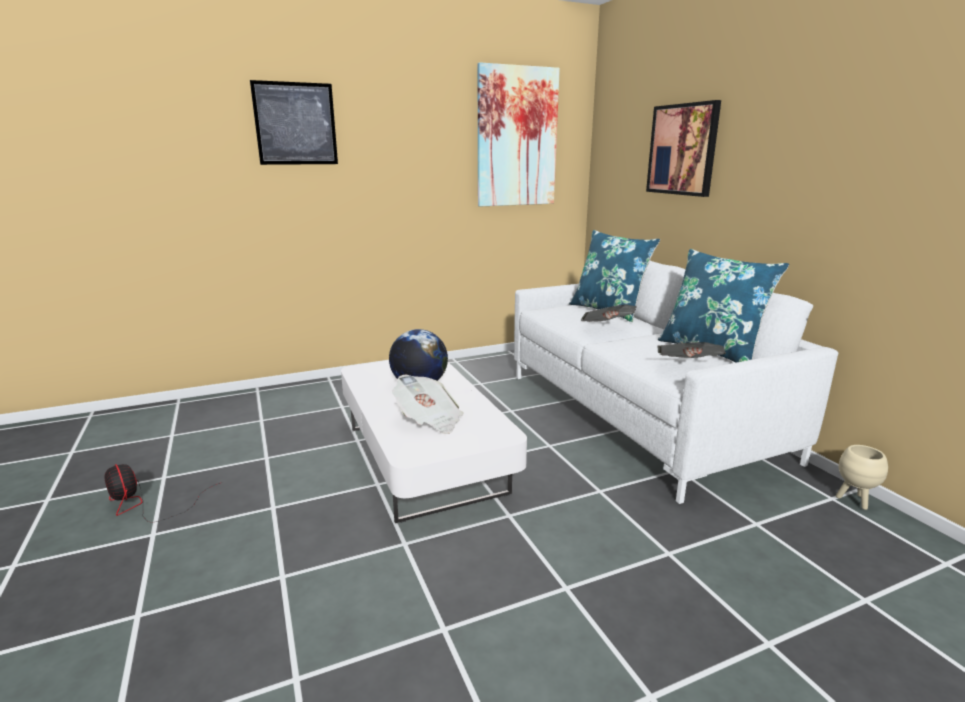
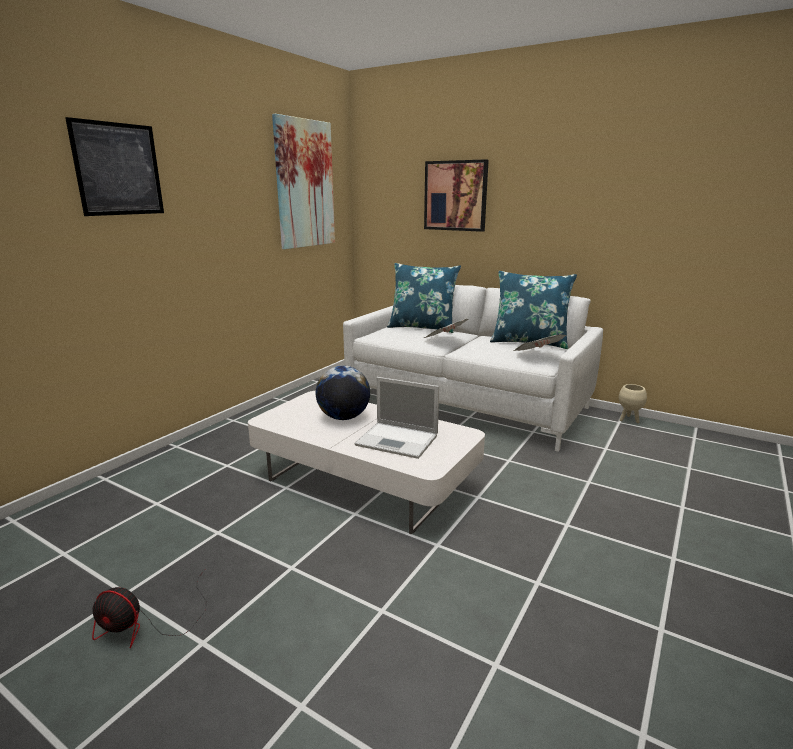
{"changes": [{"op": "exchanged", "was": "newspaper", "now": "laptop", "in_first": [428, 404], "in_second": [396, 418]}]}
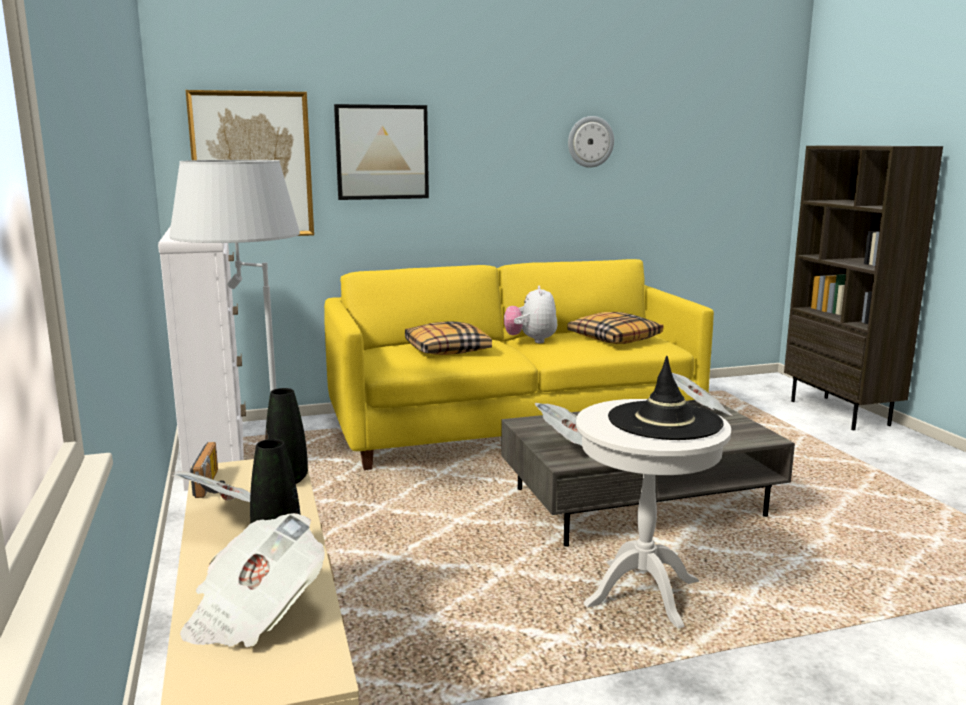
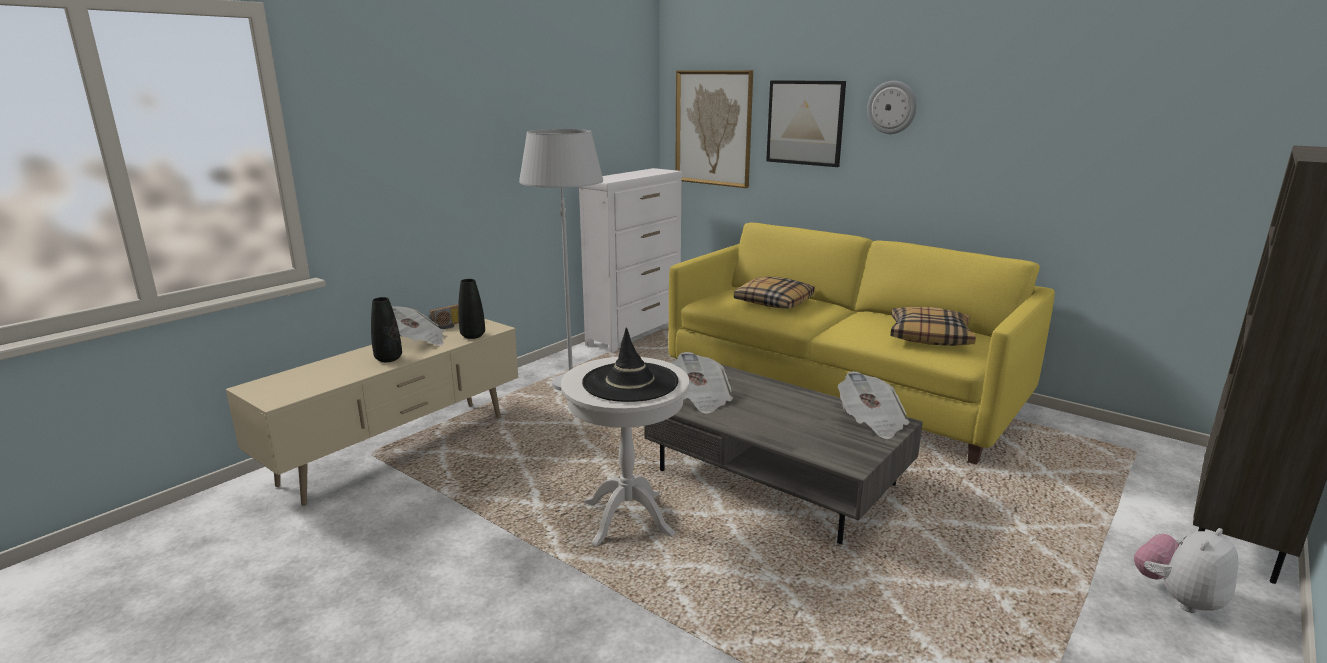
{"changes": [{"op": "missing", "was": "newspaper", "in_first": [252, 580]}, {"op": "relocated", "was": "plush toy", "in_first": [530, 314], "in_second": [1186, 570]}, {"op": "relocated", "was": "wall clock", "in_first": [591, 142], "in_second": [892, 107]}]}
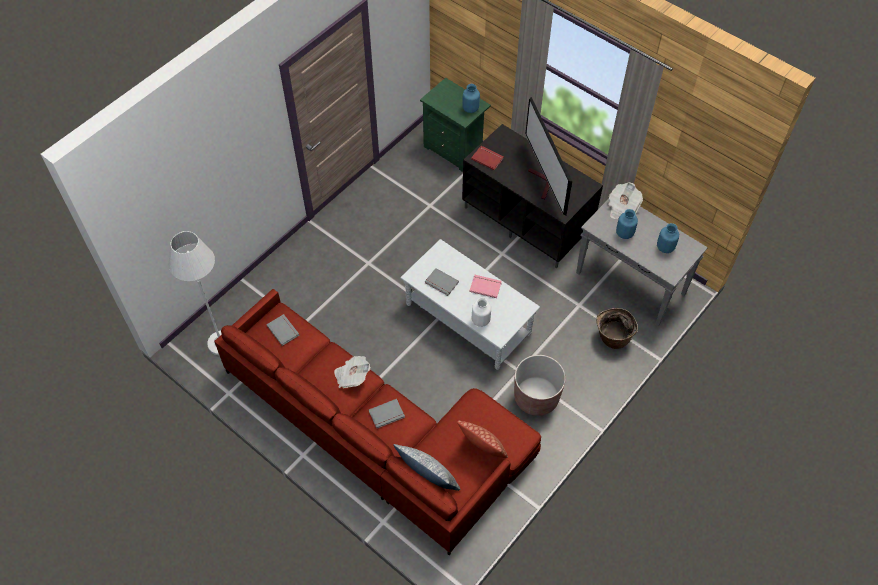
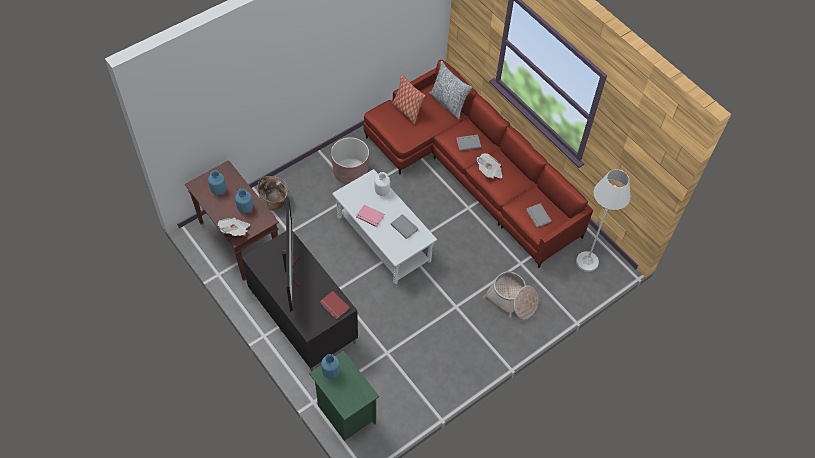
{"changes": [{"op": "appeared", "now": "basket", "in_second": [510, 295]}, {"op": "colour", "was": "grey console table", "now": "brown console table", "in_first": [642, 262], "in_second": [232, 220]}]}
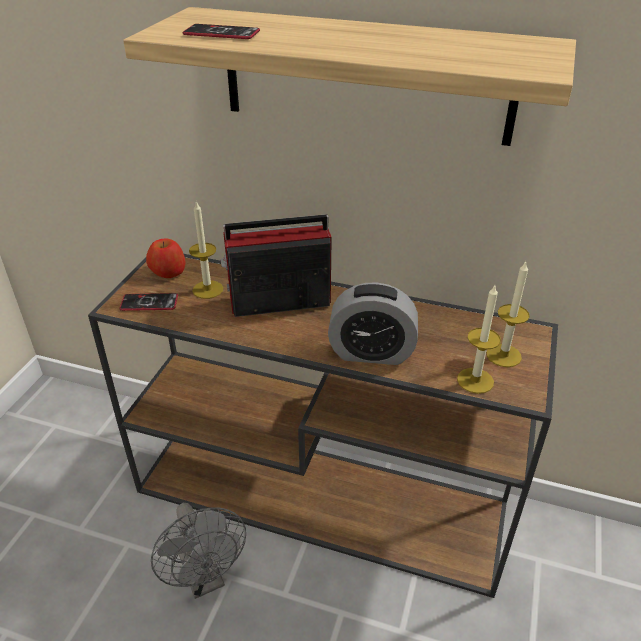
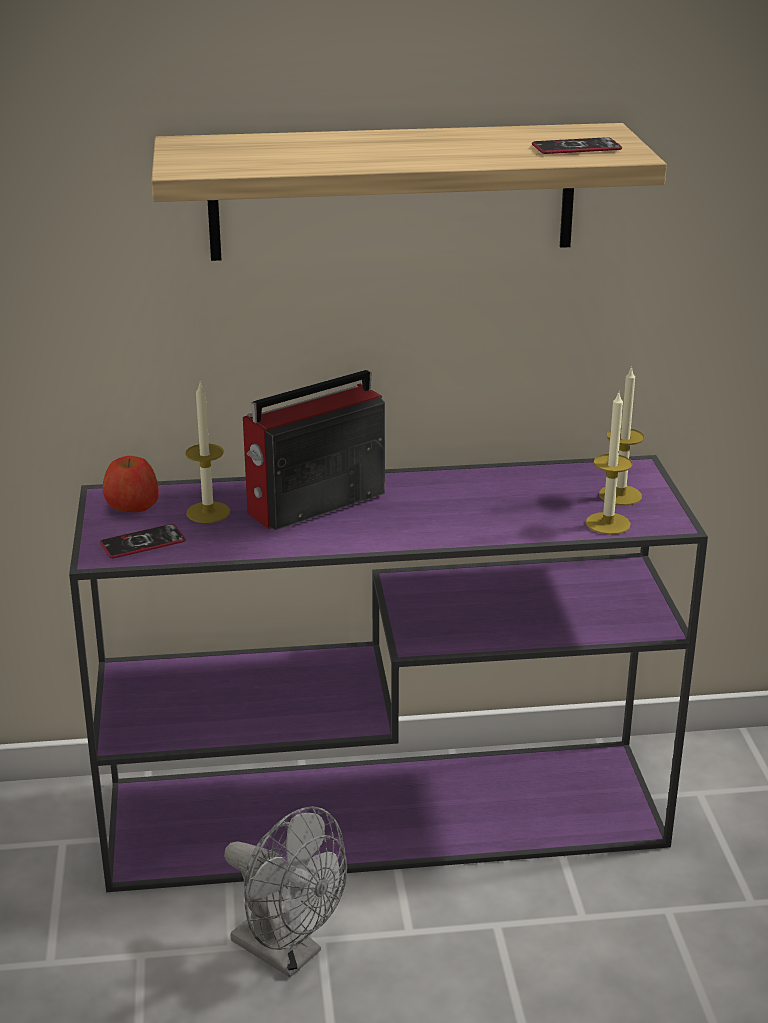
{"changes": [{"op": "missing", "was": "alarm clock", "in_first": [373, 323]}, {"op": "relocated", "was": "phone", "in_first": [221, 31], "in_second": [577, 145]}, {"op": "colour", "was": "brown console table", "now": "purple console table", "in_first": [323, 426], "in_second": [388, 673]}]}
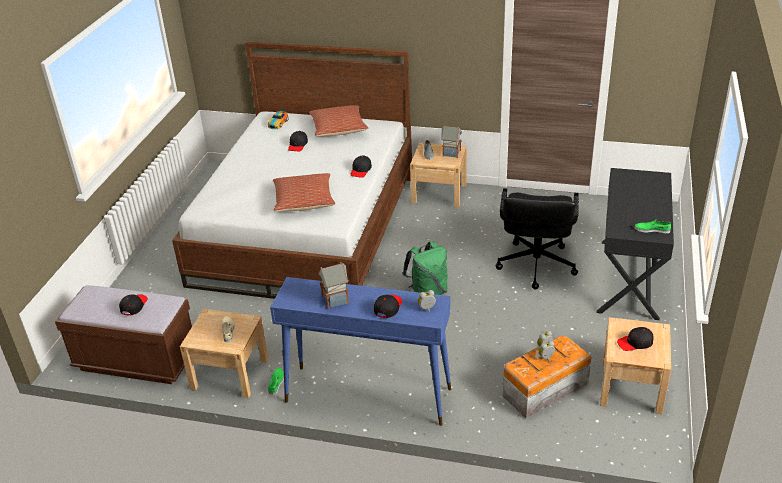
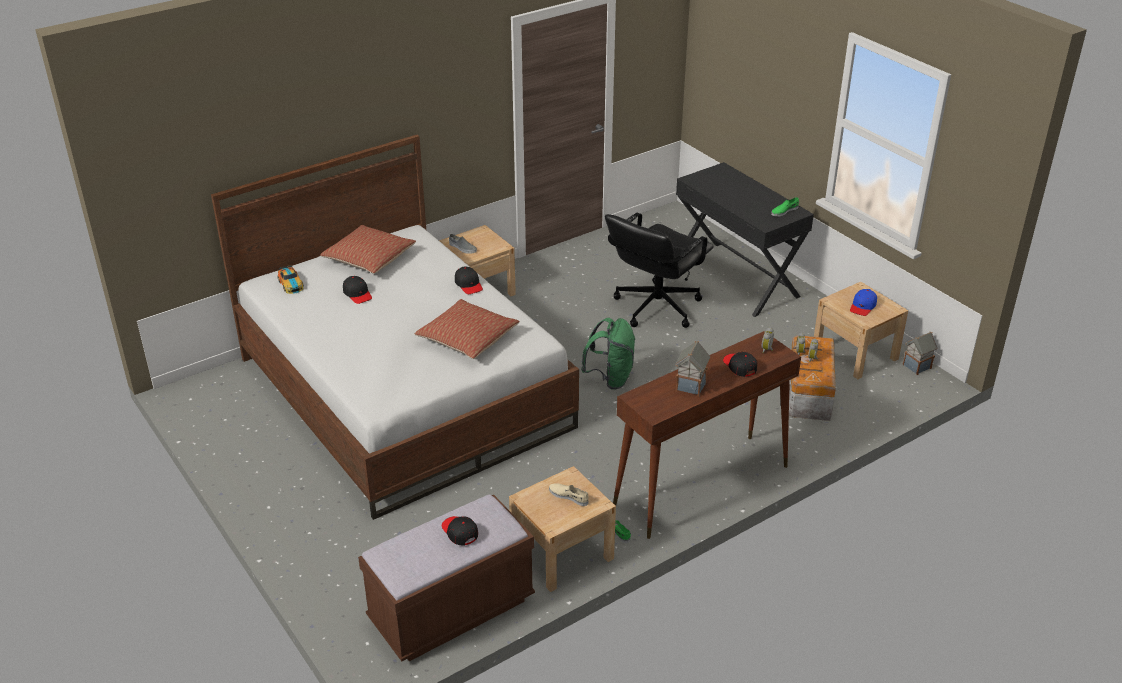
{"changes": [{"op": "relocated", "was": "toy house", "in_first": [451, 141], "in_second": [920, 353]}, {"op": "colour", "was": "blue console table", "now": "brown console table", "in_first": [360, 351], "in_second": [707, 435]}, {"op": "colour", "was": "black cap", "now": "blue cap", "in_first": [635, 339], "in_second": [863, 302]}, {"op": "spun", "was": "black office chair", "in_first": [537, 239], "in_second": [659, 270], "clockwise": 75}]}
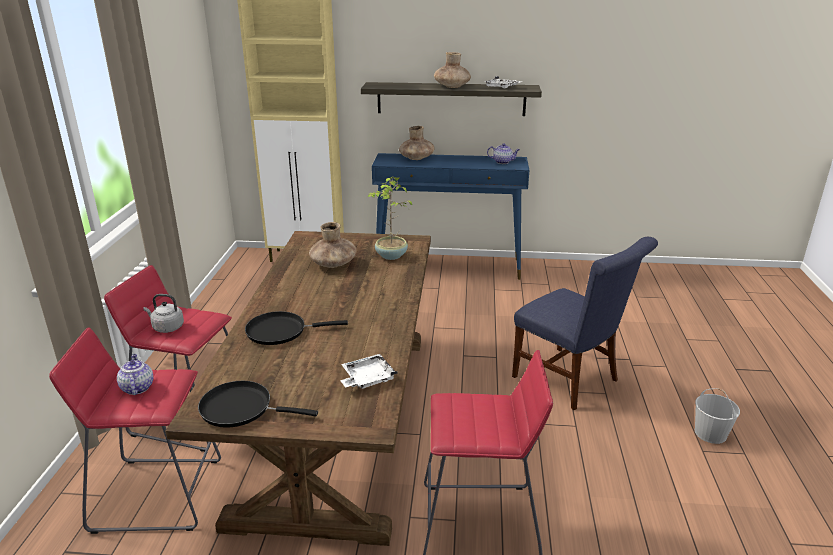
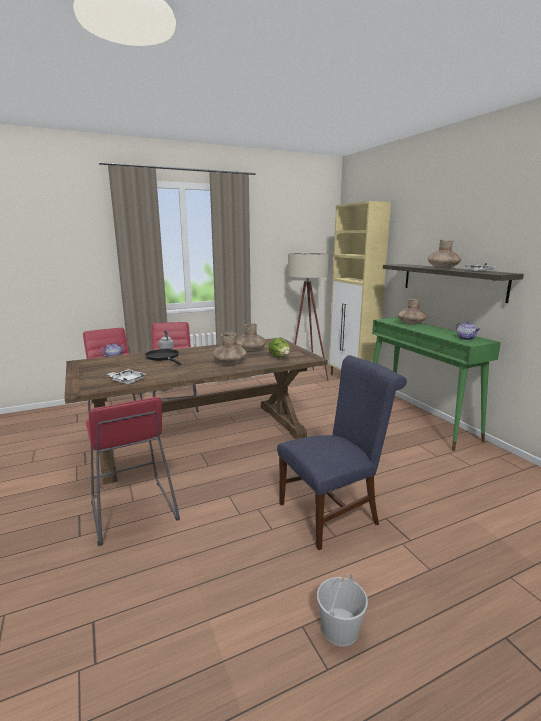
{"changes": [{"op": "missing", "was": "black frying pan", "in_first": [258, 404]}, {"op": "appeared", "now": "brown vase", "in_second": [230, 348]}, {"op": "appeared", "now": "beige floor lamp", "in_second": [308, 317]}, {"op": "exchanged", "was": "potted plant", "now": "lettuce", "in_first": [389, 217], "in_second": [279, 348]}, {"op": "colour", "was": "blue console table", "now": "green console table", "in_first": [451, 216], "in_second": [436, 384]}, {"op": "spun", "was": "blue chair", "in_first": [585, 323], "in_second": [342, 452], "clockwise": -135}]}
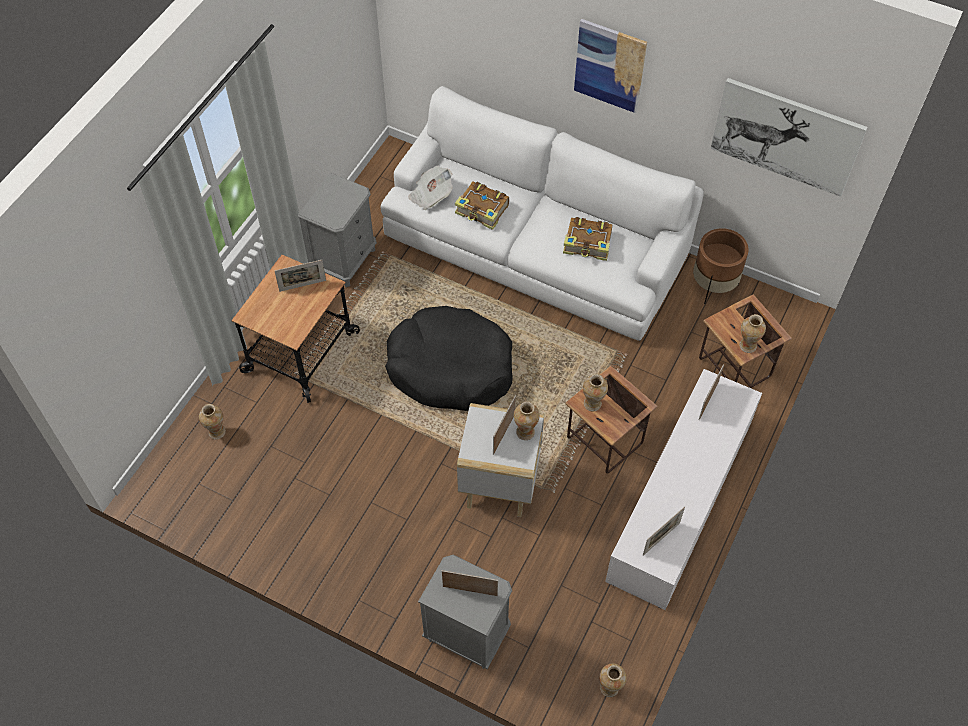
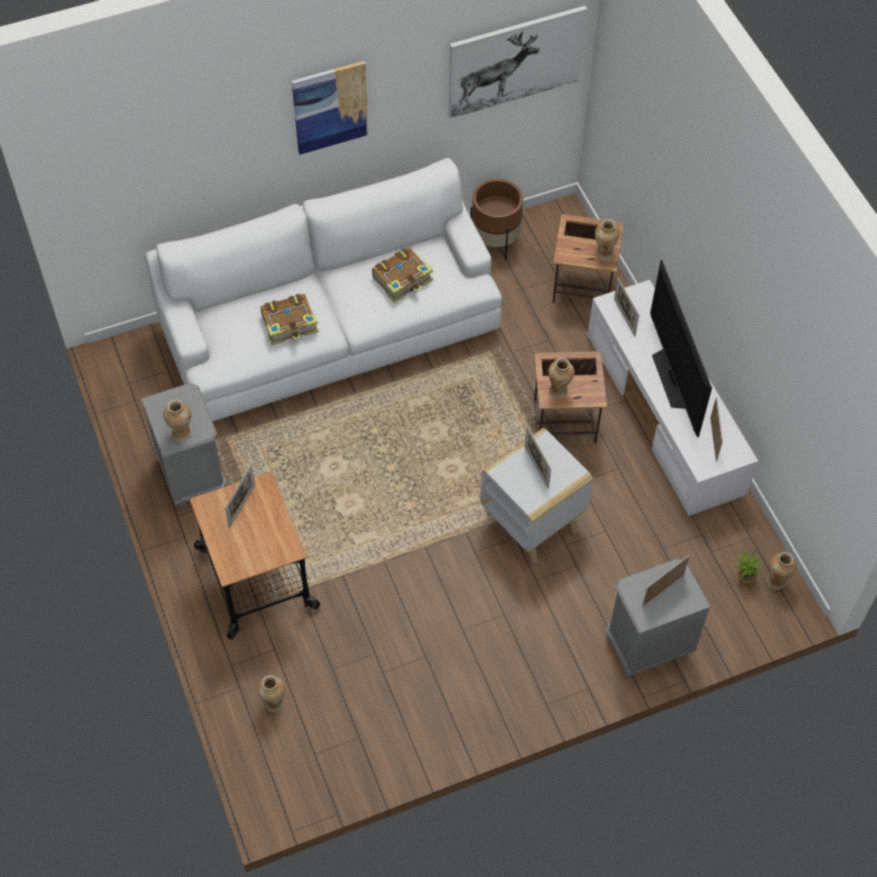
{"changes": [{"op": "missing", "was": "black dog bed", "in_first": [449, 358]}, {"op": "missing", "was": "newspaper", "in_first": [430, 188]}, {"op": "appeared", "now": "television", "in_second": [681, 348]}, {"op": "appeared", "now": "potted plant", "in_second": [747, 567]}, {"op": "relocated", "was": "vase", "in_first": [527, 420], "in_second": [177, 420]}]}
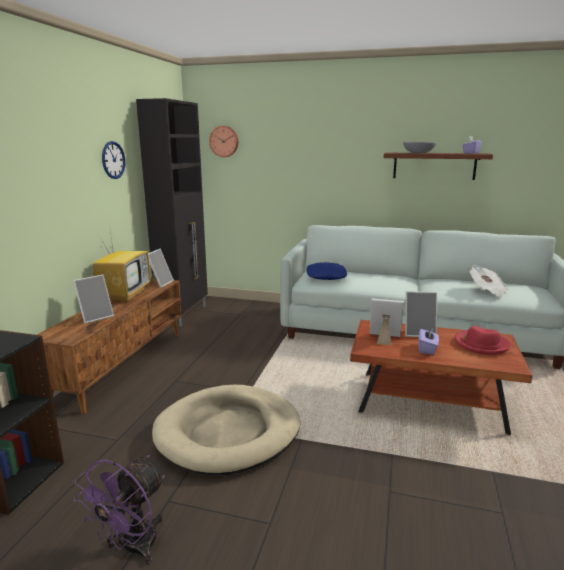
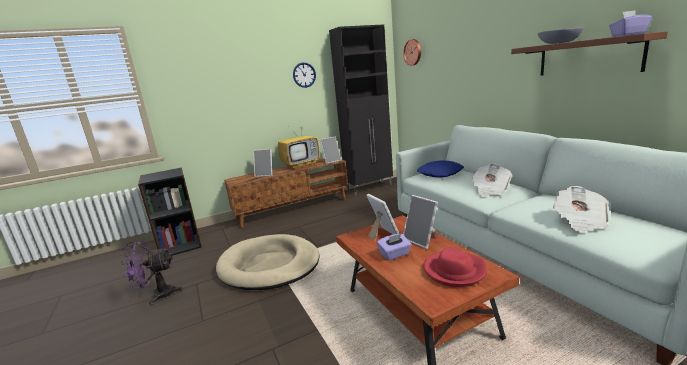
{"changes": [{"op": "appeared", "now": "newspaper", "in_second": [492, 180]}]}
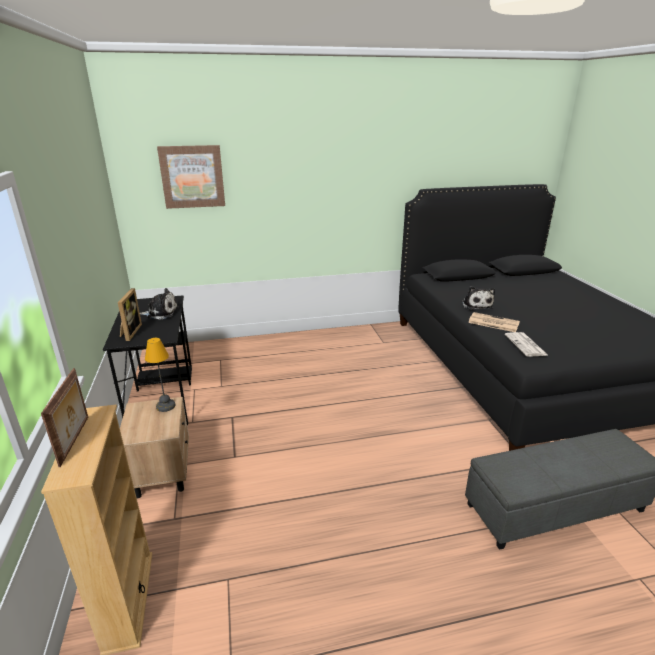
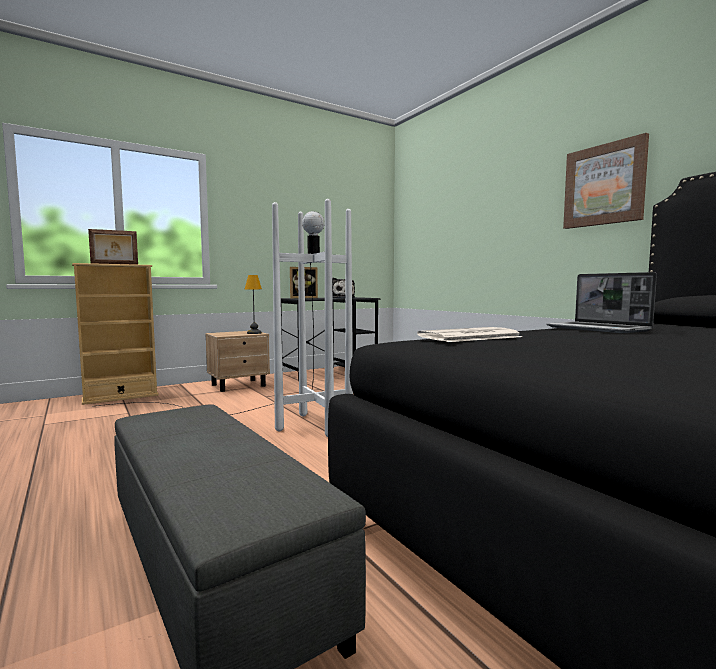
{"changes": [{"op": "missing", "was": "newspaper", "in_first": [494, 322]}, {"op": "appeared", "now": "white floor lamp", "in_second": [225, 318]}, {"op": "relocated", "was": "picture", "in_first": [191, 177], "in_second": [606, 181]}, {"op": "exchanged", "was": "plush toy", "now": "laptop", "in_first": [478, 298], "in_second": [601, 302]}]}
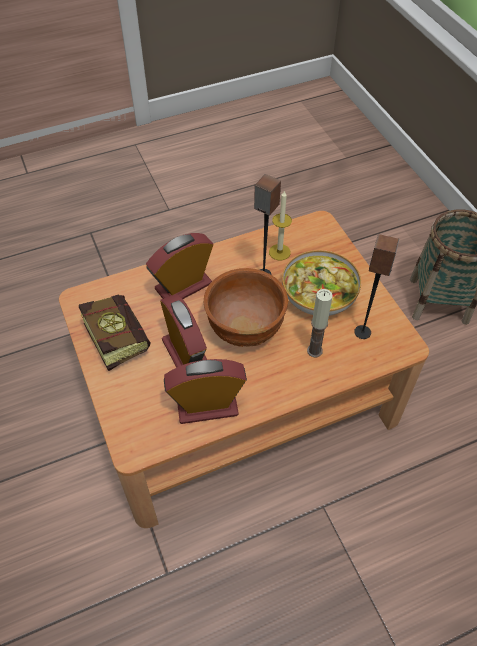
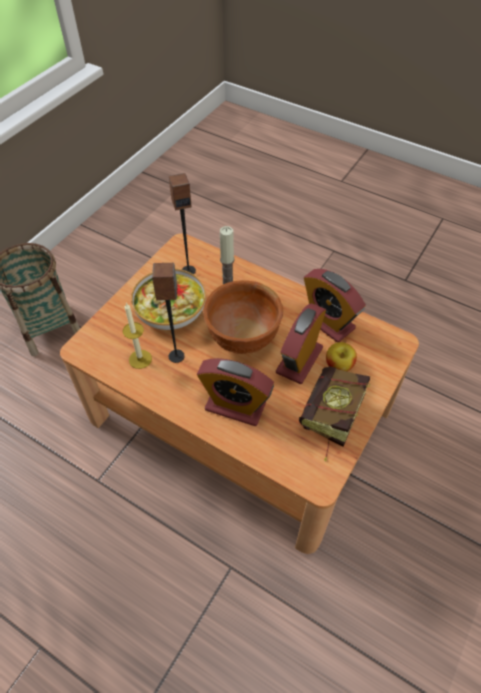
{"changes": [{"op": "appeared", "now": "apple", "in_second": [341, 356]}]}
